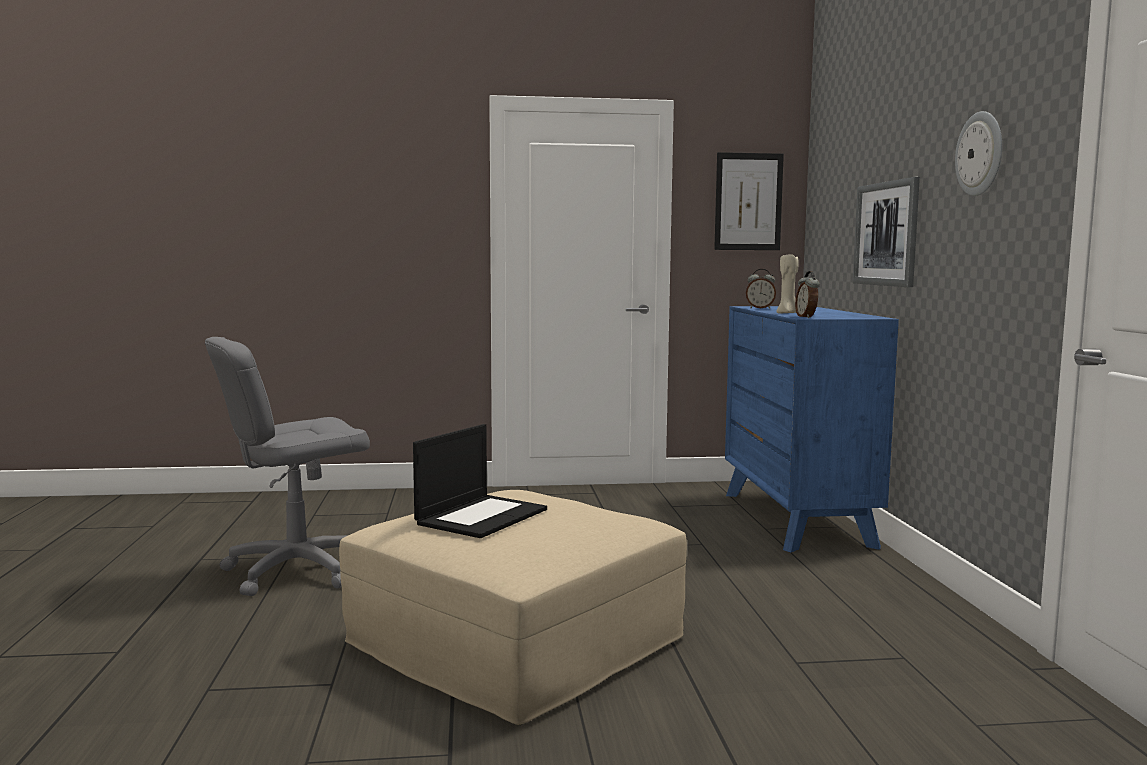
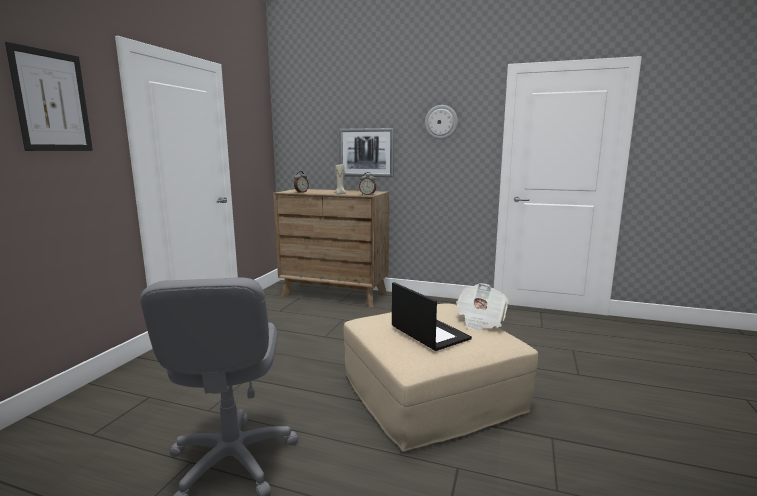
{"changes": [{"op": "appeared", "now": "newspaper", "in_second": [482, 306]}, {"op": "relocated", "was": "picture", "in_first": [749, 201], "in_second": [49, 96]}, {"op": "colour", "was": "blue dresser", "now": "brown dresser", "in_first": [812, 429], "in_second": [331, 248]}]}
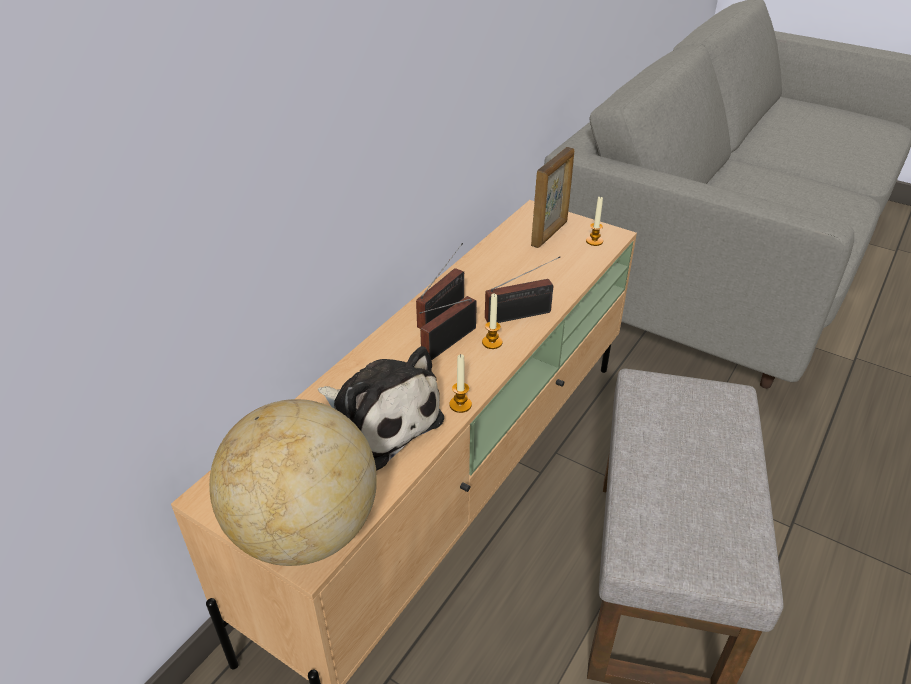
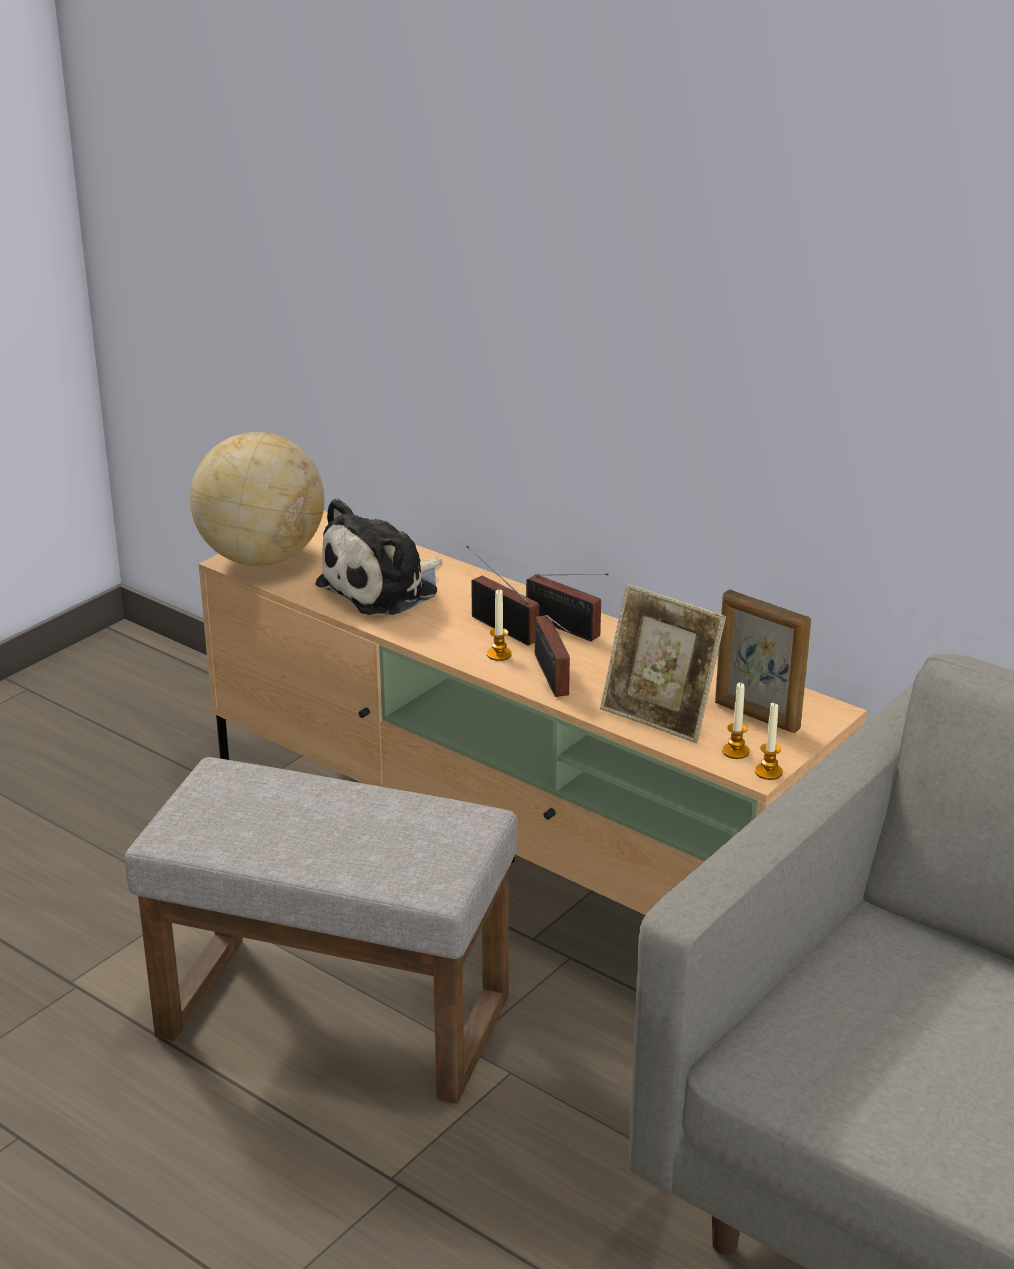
{"changes": [{"op": "appeared", "now": "picture frame", "in_second": [663, 663]}, {"op": "relocated", "was": "candle", "in_first": [460, 384], "in_second": [769, 741]}]}
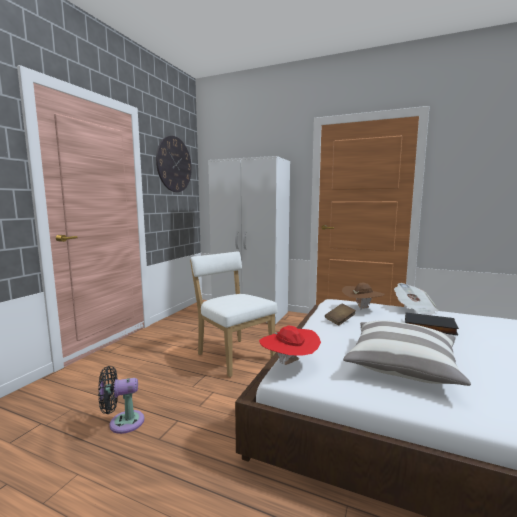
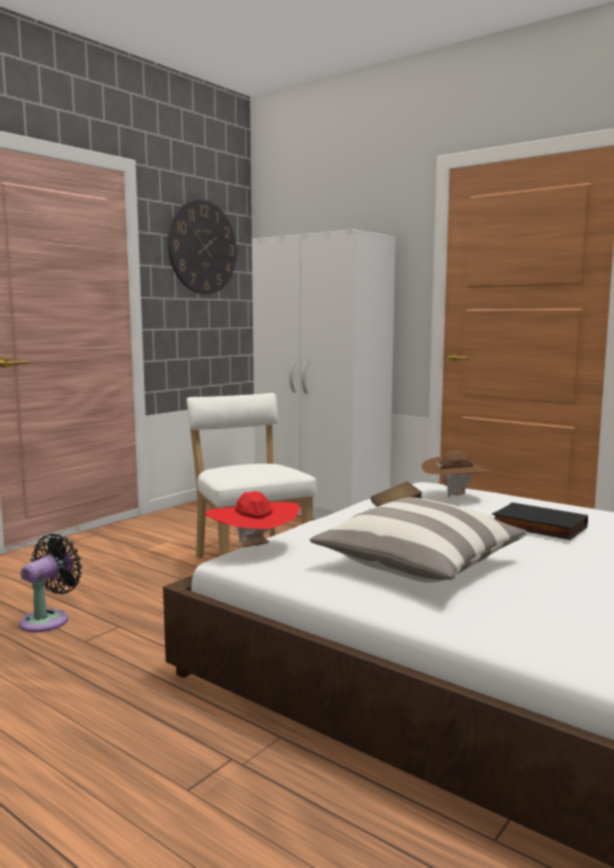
{"changes": [{"op": "missing", "was": "newspaper", "in_first": [416, 299]}, {"op": "spun", "was": "black fan", "in_first": [121, 400], "in_second": [50, 583], "clockwise": 120}]}
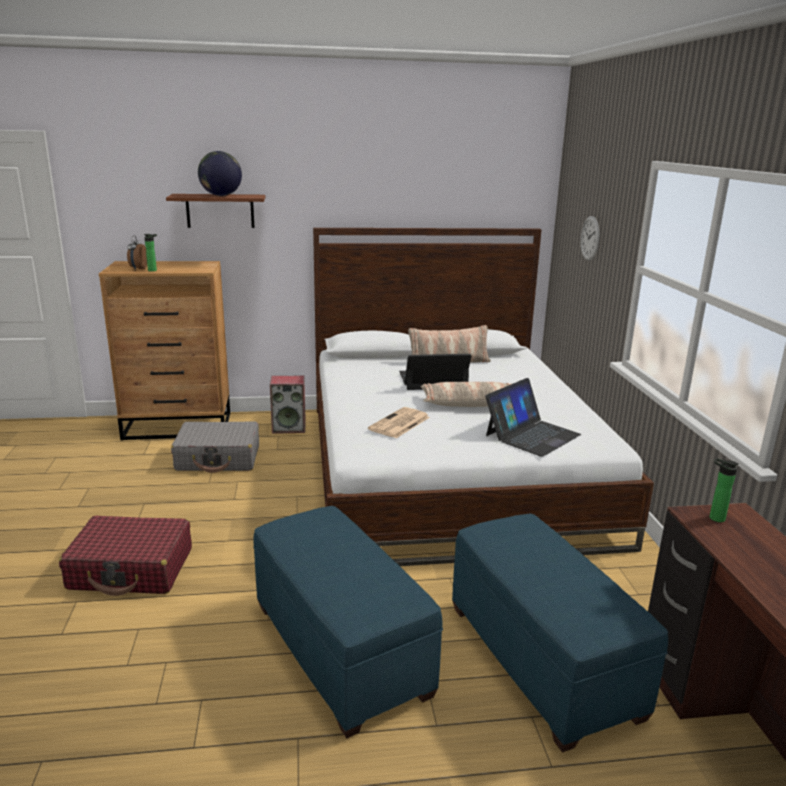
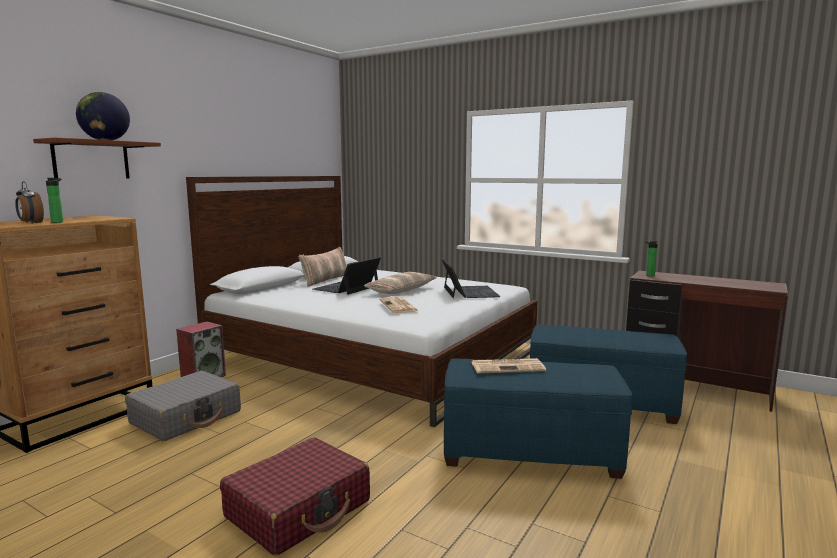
{"changes": [{"op": "missing", "was": "wall clock", "in_first": [589, 238]}, {"op": "appeared", "now": "newspaper", "in_second": [509, 365]}]}
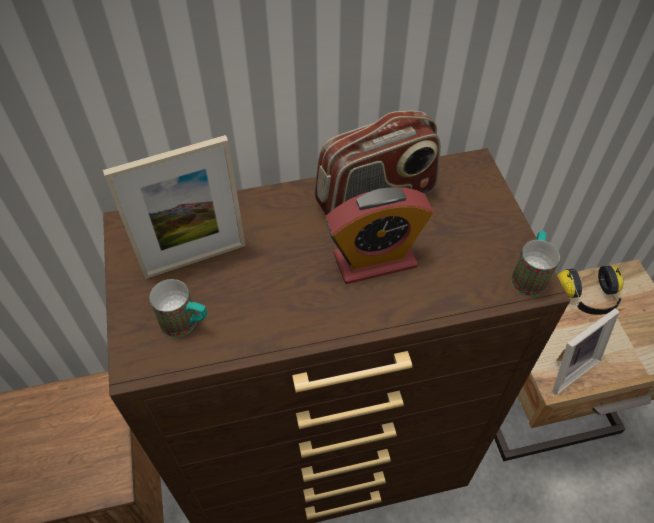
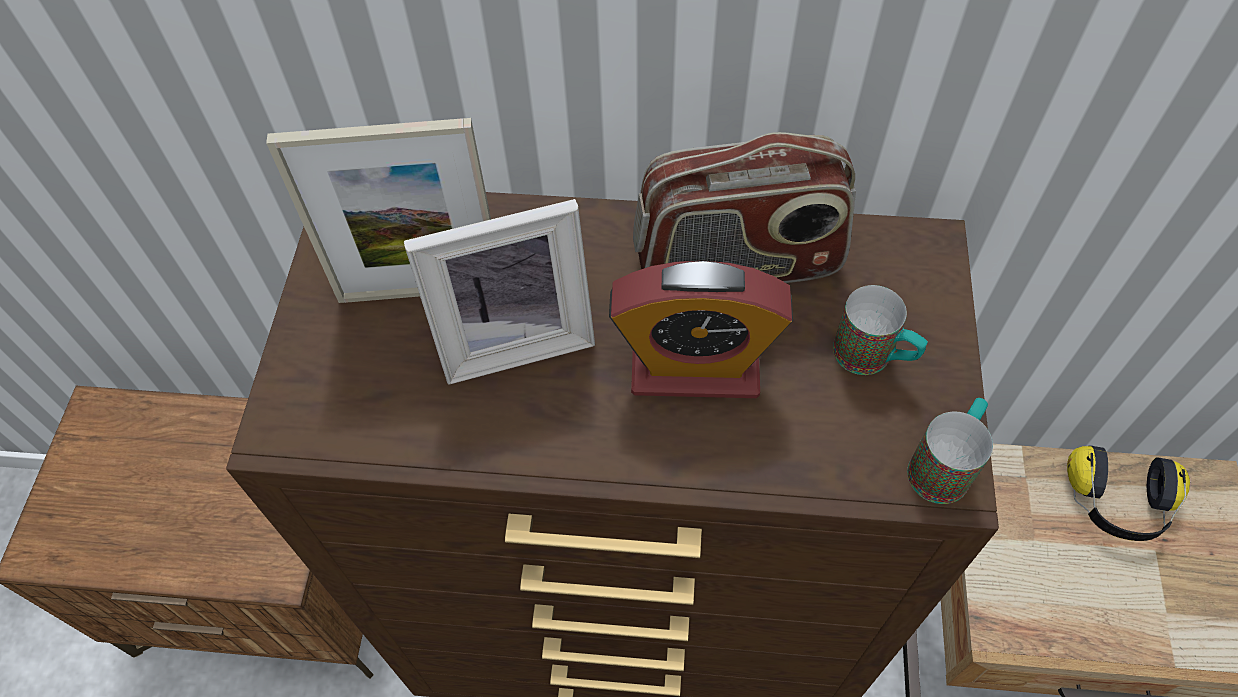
{"changes": [{"op": "relocated", "was": "mug", "in_first": [178, 308], "in_second": [880, 330]}, {"op": "relocated", "was": "picture frame", "in_first": [585, 351], "in_second": [499, 292]}]}
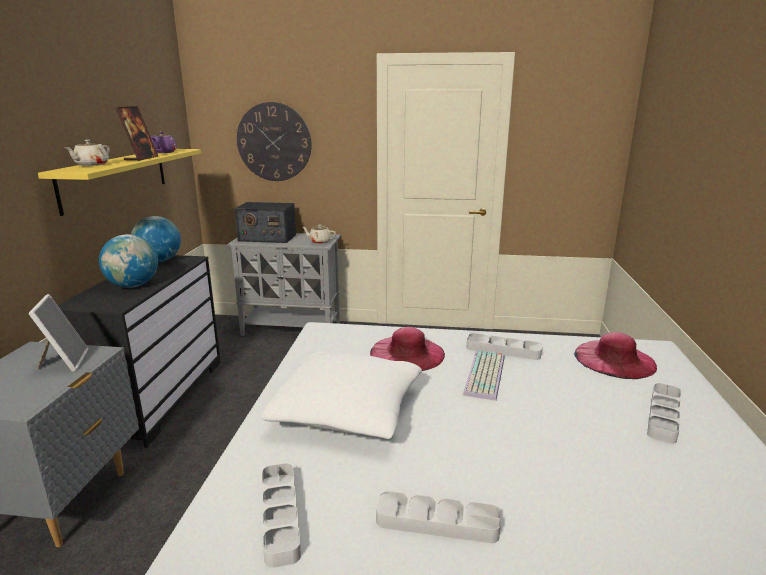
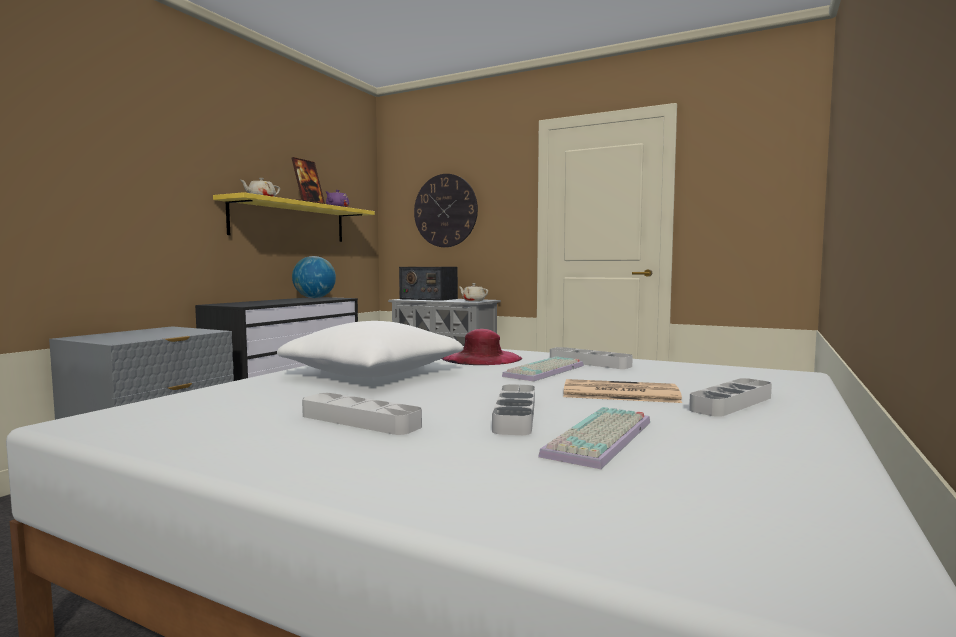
{"changes": [{"op": "missing", "was": "picture frame", "in_first": [58, 333]}, {"op": "missing", "was": "globe", "in_first": [128, 261]}, {"op": "missing", "was": "pink hat", "in_first": [615, 355]}, {"op": "appeared", "now": "keyboard", "in_second": [594, 438]}, {"op": "appeared", "now": "newspaper", "in_second": [622, 391]}, {"op": "relocated", "was": "grey tray", "in_first": [281, 515], "in_second": [513, 409]}]}
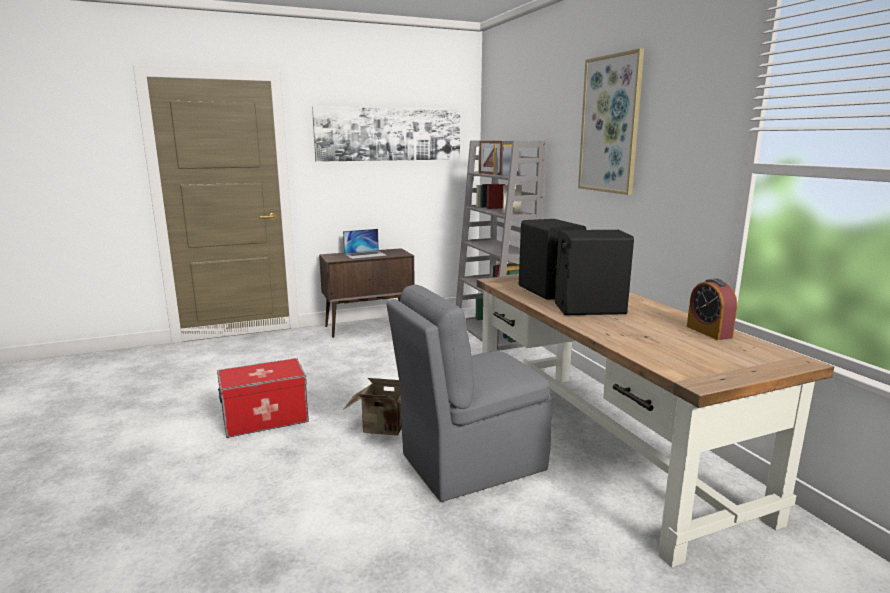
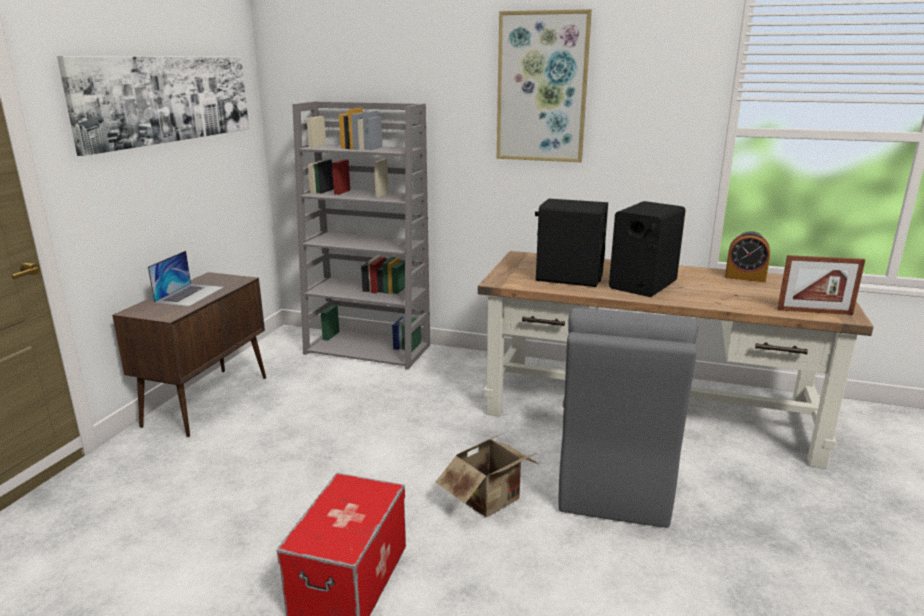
{"changes": [{"op": "relocated", "was": "picture frame", "in_first": [491, 158], "in_second": [821, 285]}]}
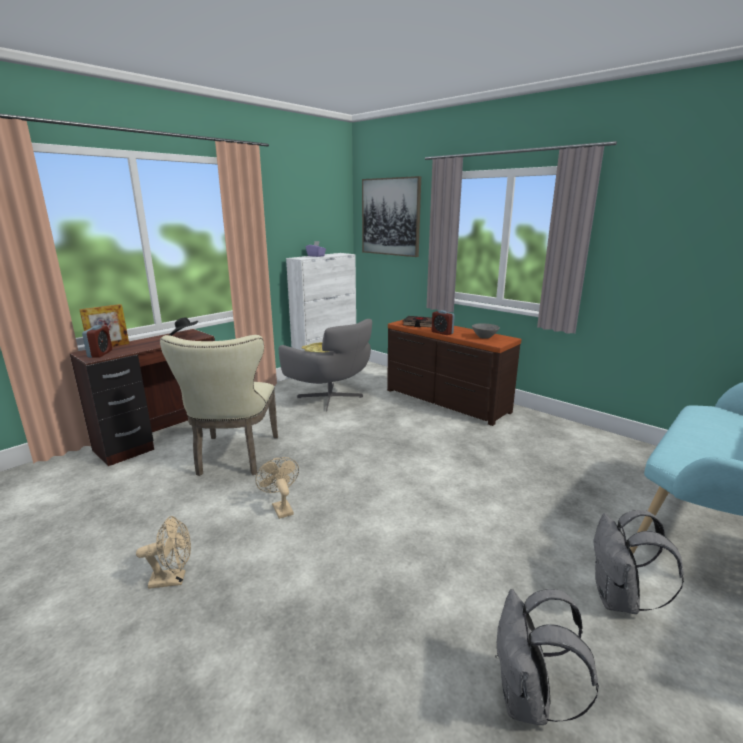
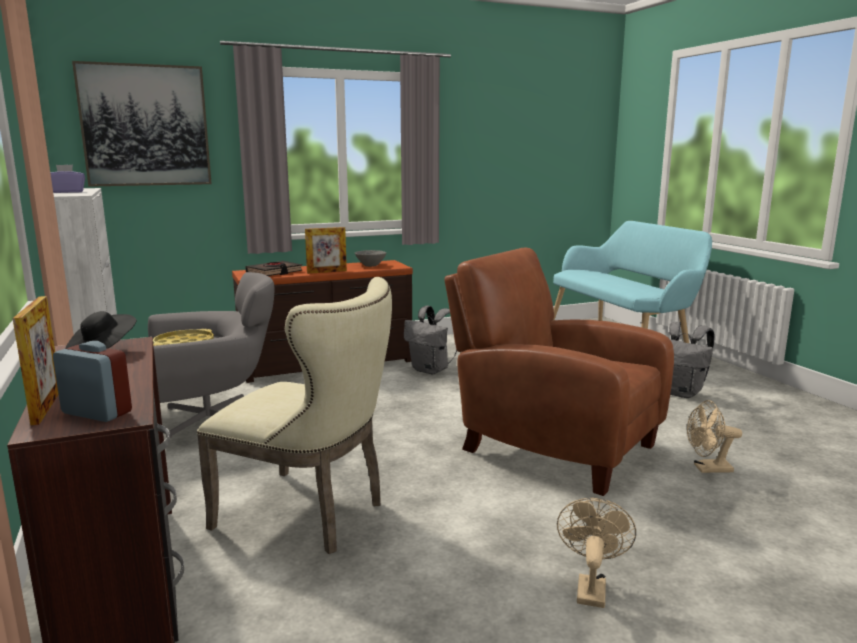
{"changes": [{"op": "appeared", "now": "brown armchair", "in_second": [559, 371]}, {"op": "relocated", "was": "beige fan", "in_first": [277, 488], "in_second": [714, 436]}, {"op": "relocated", "was": "grey backpack", "in_first": [547, 657], "in_second": [430, 340]}, {"op": "exchanged", "was": "alarm clock", "now": "picture frame", "in_first": [443, 322], "in_second": [326, 250]}]}
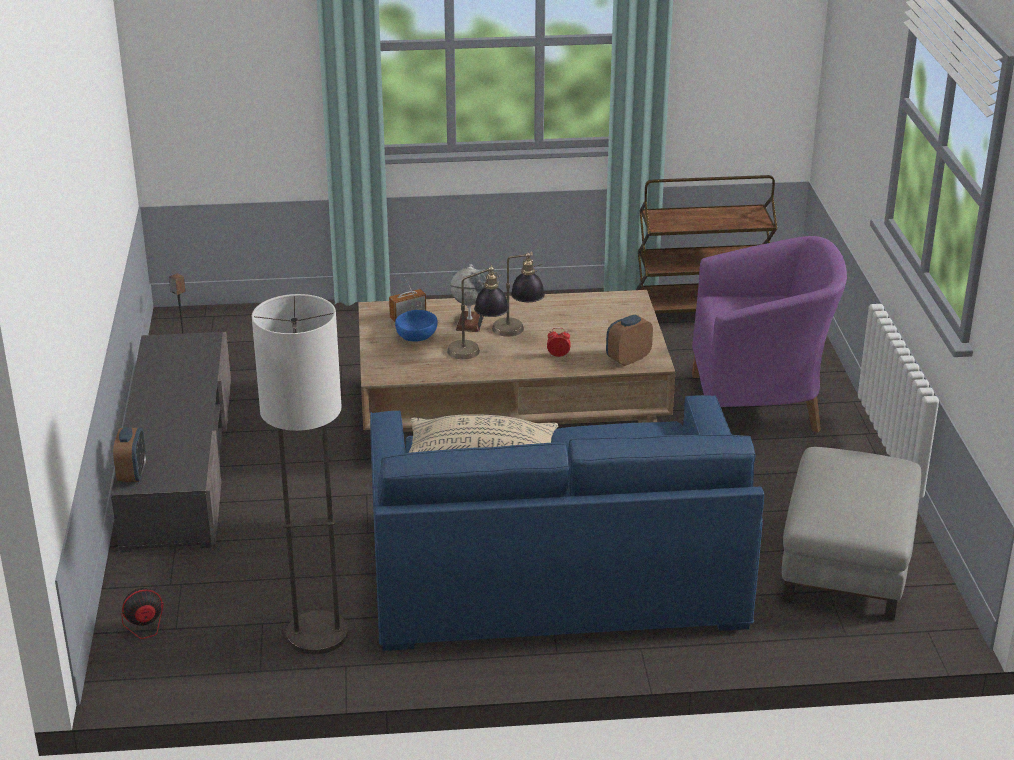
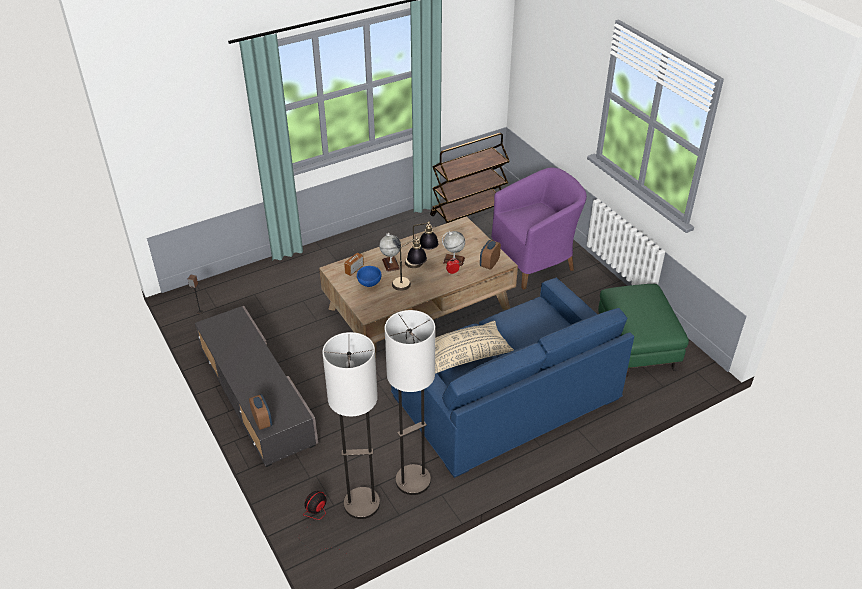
{"changes": [{"op": "appeared", "now": "floor lamp", "in_second": [351, 425]}, {"op": "appeared", "now": "globe", "in_second": [453, 248]}, {"op": "colour", "was": "grey ottoman", "now": "green ottoman", "in_first": [851, 534], "in_second": [643, 330]}]}
